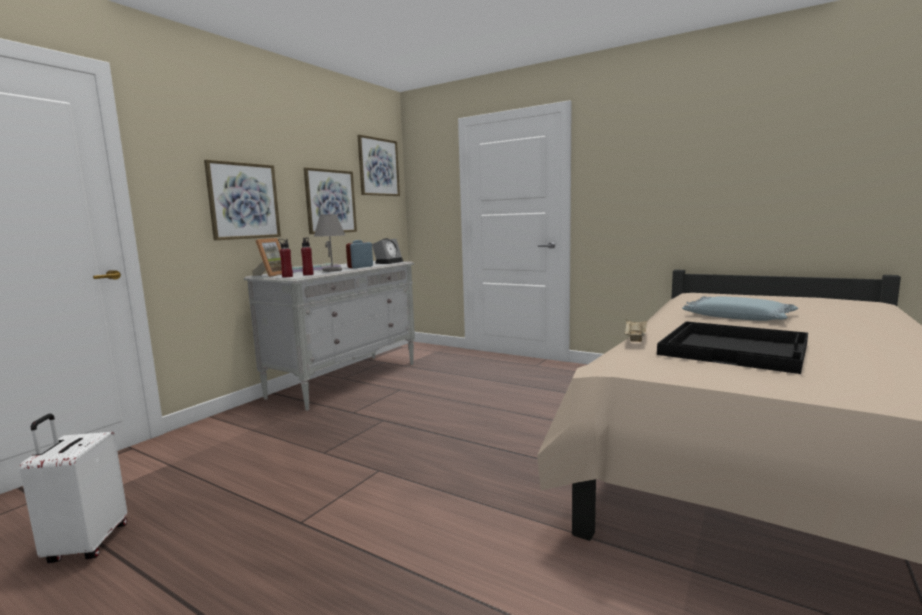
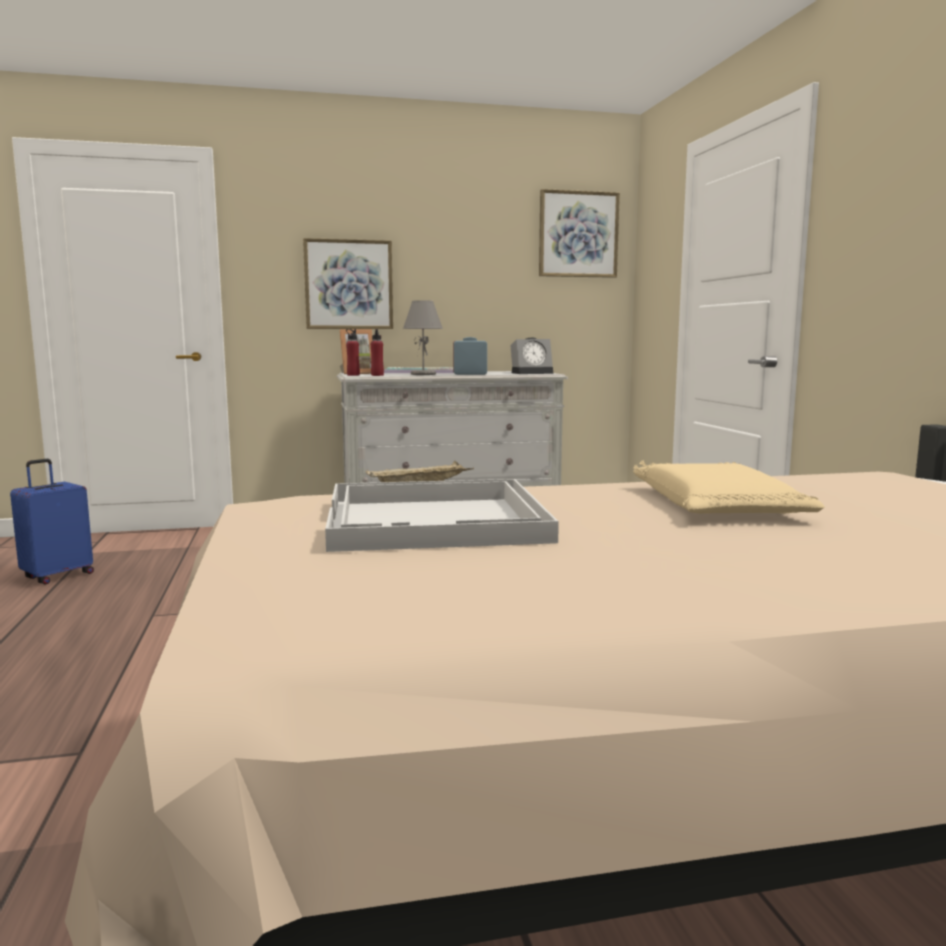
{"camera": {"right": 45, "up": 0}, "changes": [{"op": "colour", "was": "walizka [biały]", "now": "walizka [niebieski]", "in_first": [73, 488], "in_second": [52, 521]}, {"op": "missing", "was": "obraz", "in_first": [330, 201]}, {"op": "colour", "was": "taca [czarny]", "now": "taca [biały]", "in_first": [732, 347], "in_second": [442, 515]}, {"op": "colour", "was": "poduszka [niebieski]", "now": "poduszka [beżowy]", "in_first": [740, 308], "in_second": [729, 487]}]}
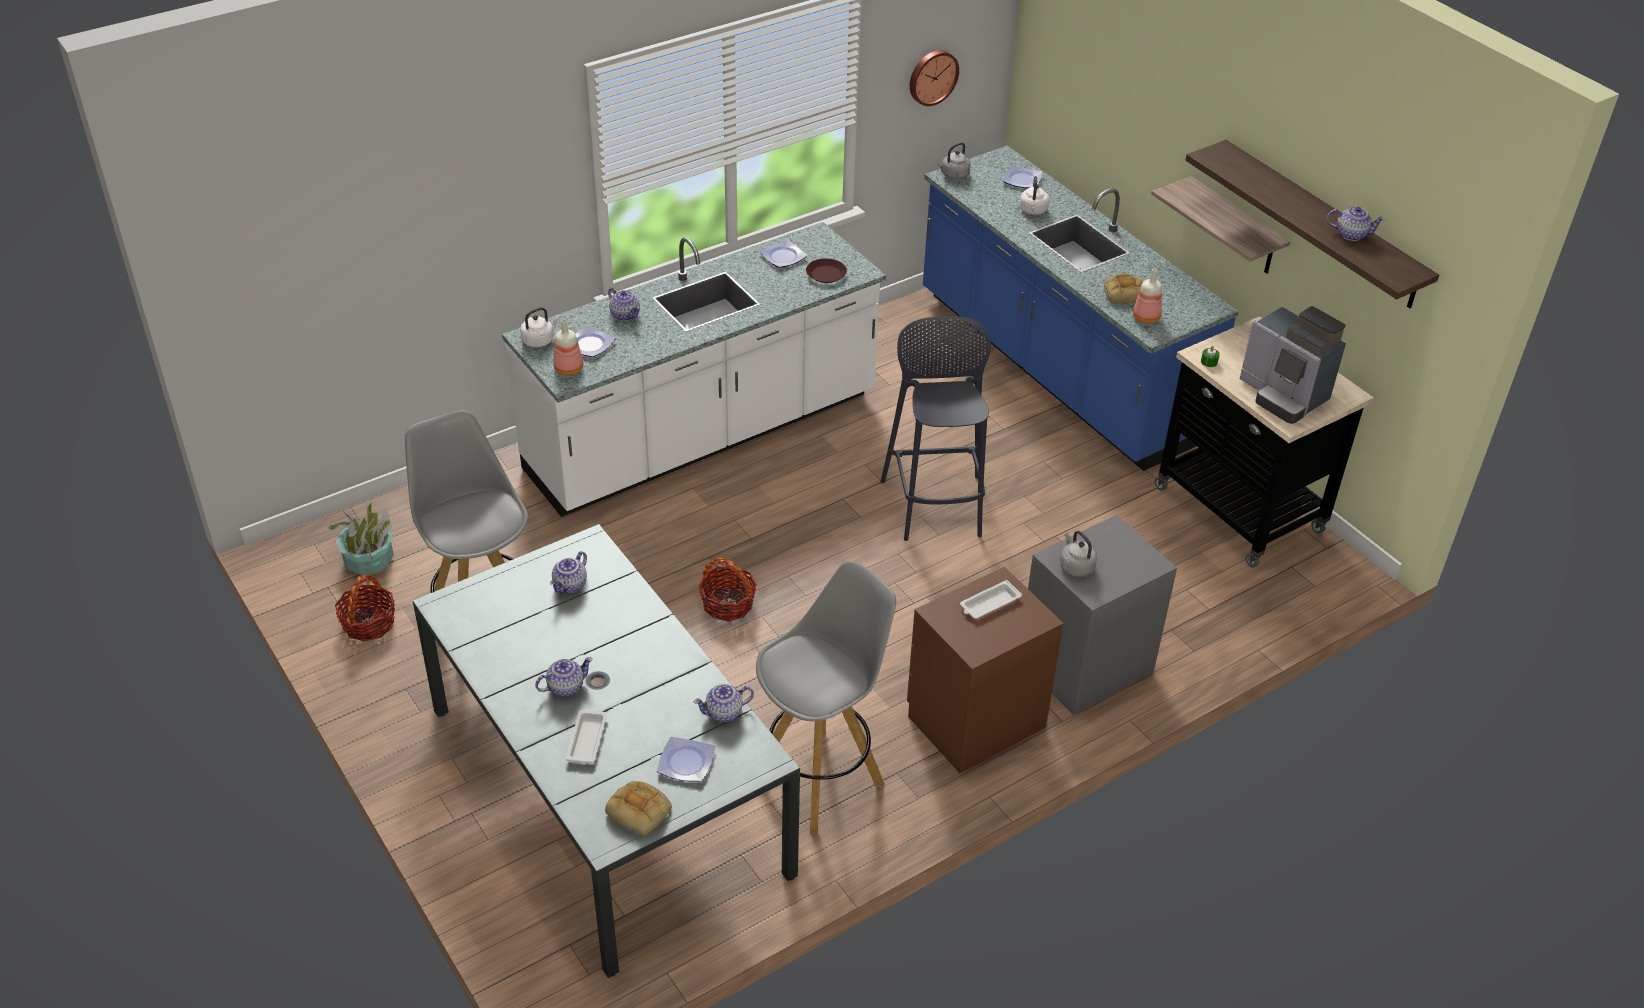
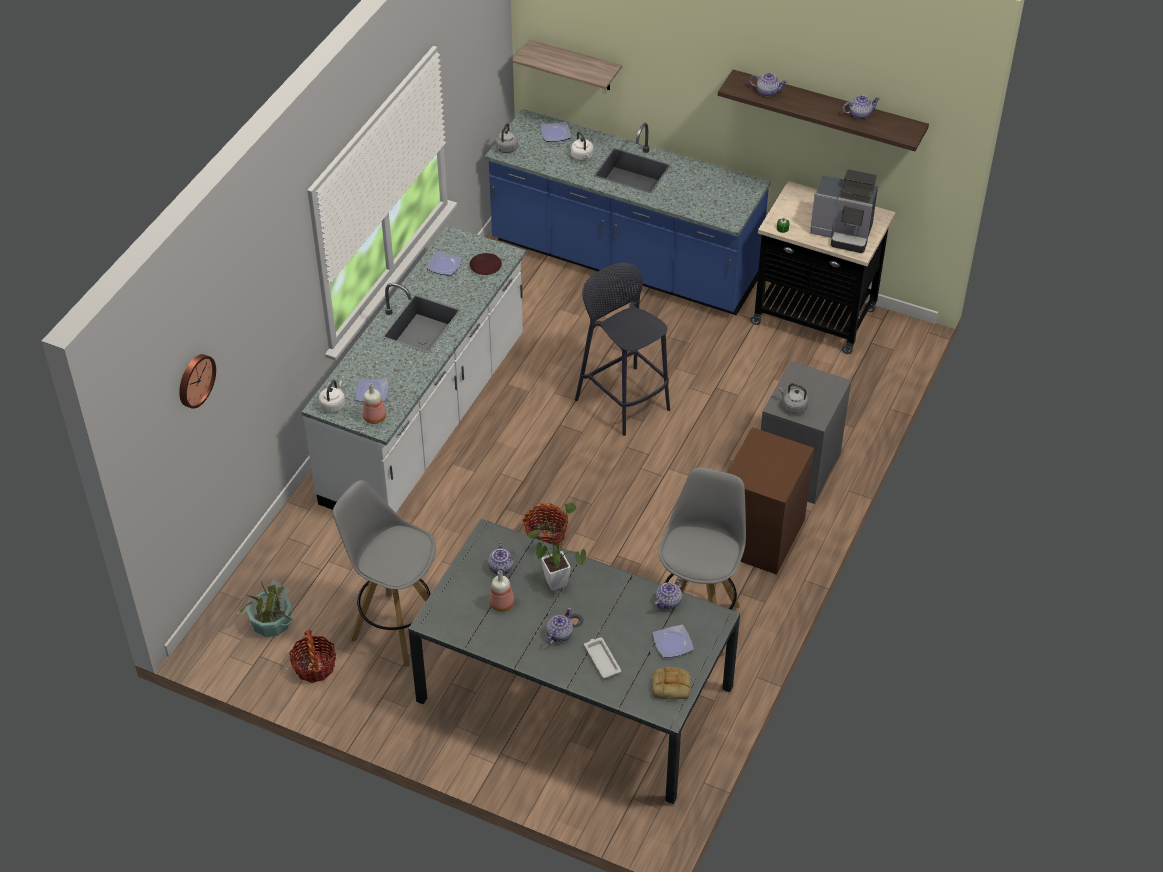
{"camera": {"right": -30, "up": 5}, "changes": [{"op": "relocated", "was": "imbryk", "in_first": [624, 304], "in_second": [769, 85]}, {"op": "relocated", "was": "zegar ścienny", "in_first": [934, 78], "in_second": [197, 381]}, {"op": "missing", "was": "taca [biały]", "in_first": [991, 599]}, {"op": "missing", "was": "chleb", "in_first": [1124, 289]}, {"op": "relocated", "was": "butelka", "in_first": [1147, 296], "in_second": [501, 591]}, {"op": "relocated", "was": "półka", "in_first": [1220, 225], "in_second": [567, 64]}, {"op": "appeared", "now": "roślina doniczkowa", "in_second": [557, 546]}]}
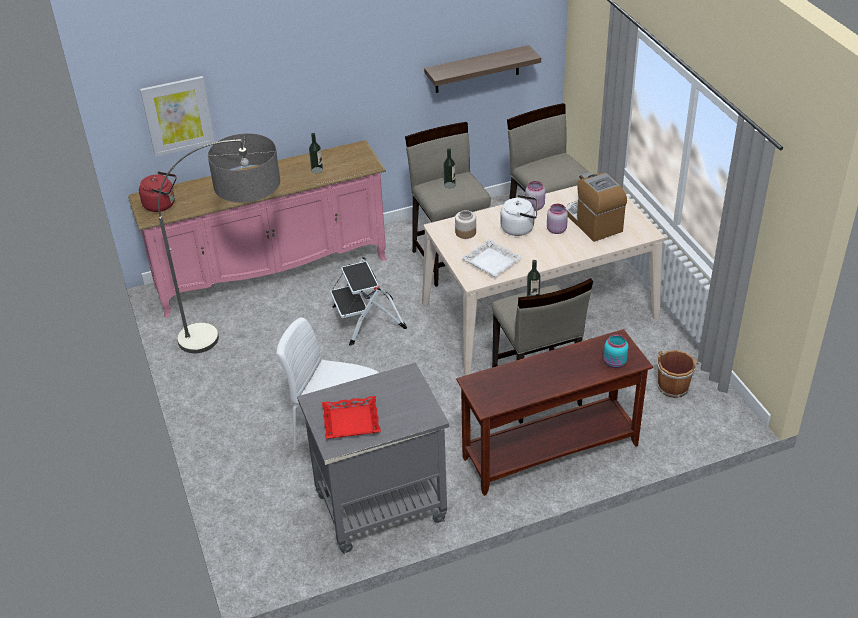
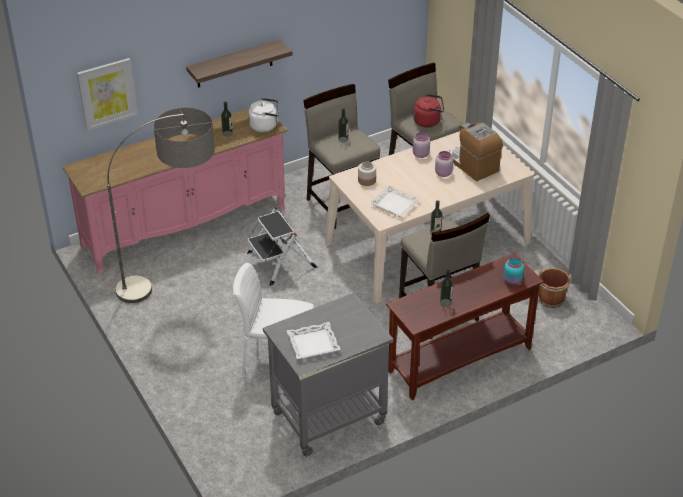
{"camera": {"right": -10, "up": 0}, "changes": [{"op": "relocated", "was": "czajnik [czerwony]", "in_first": [158, 191], "in_second": [428, 110]}, {"op": "colour", "was": "taca [czerwony]", "now": "taca [biały]", "in_first": [351, 417], "in_second": [314, 340]}, {"op": "relocated", "was": "półka", "in_first": [482, 69], "in_second": [239, 63]}, {"op": "relocated", "was": "czajnik [biały]", "in_first": [518, 215], "in_second": [263, 115]}, {"op": "appeared", "now": "butelka", "in_second": [446, 288]}]}
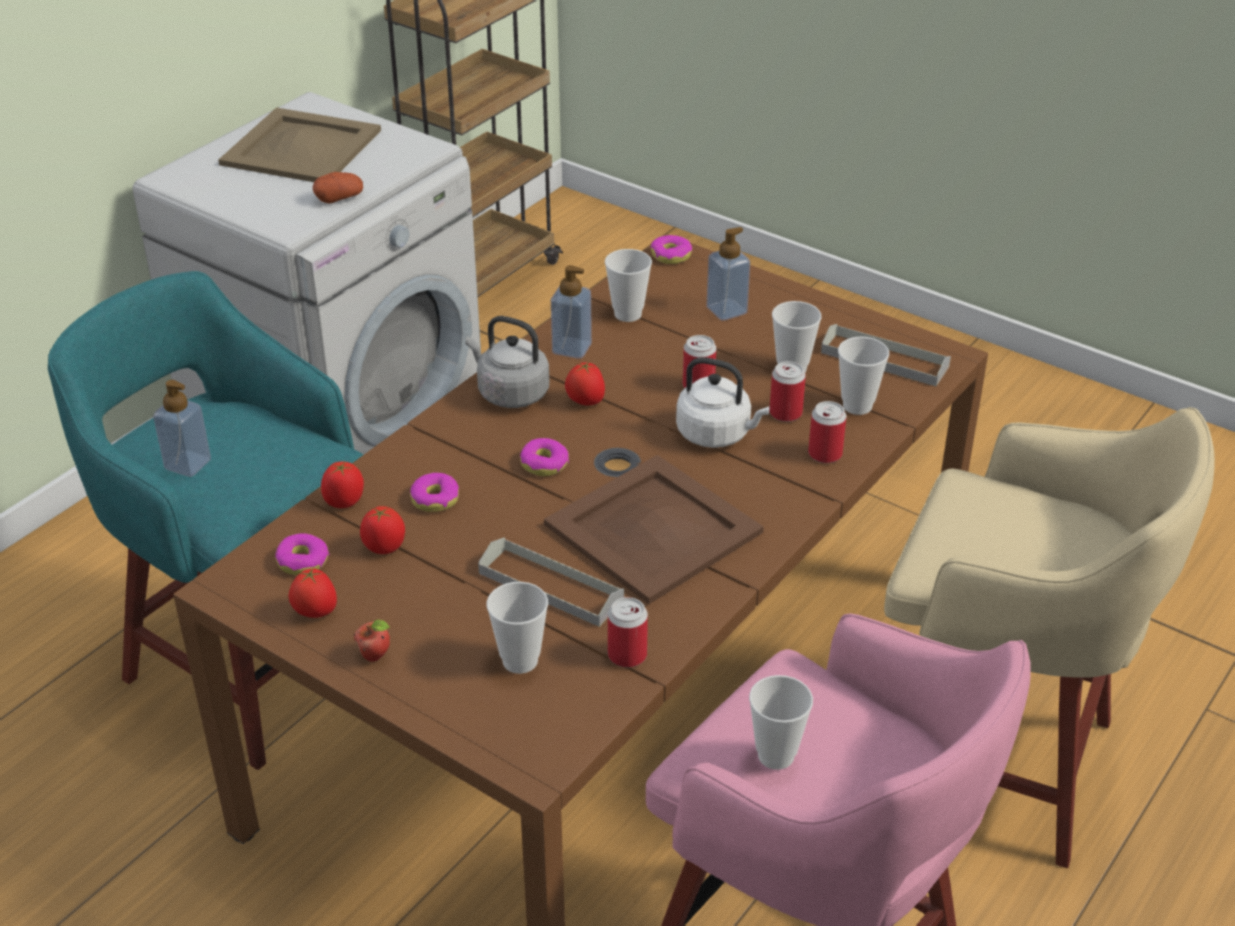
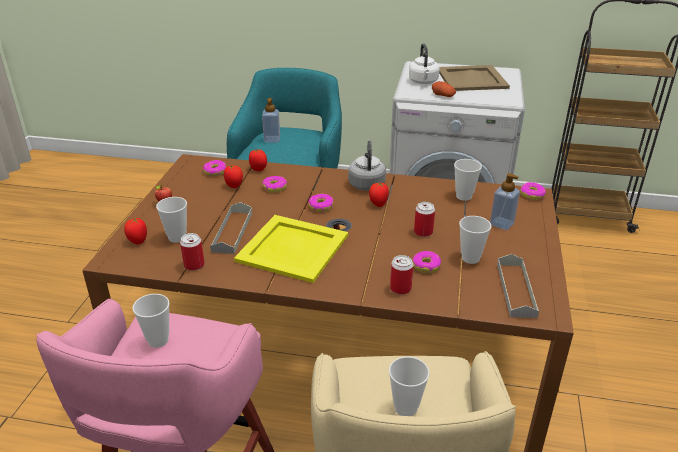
{"camera": {"right": 65, "up": -5}, "changes": [{"op": "relocated", "was": "pomidor", "in_first": [313, 593], "in_second": [135, 231]}, {"op": "colour", "was": "taca [brązowy]", "now": "taca [żółty]", "in_first": [654, 529], "in_second": [291, 249]}, {"op": "missing", "was": "dozownik mydła", "in_first": [571, 312]}, {"op": "relocated", "was": "czajnik [biały]", "in_first": [723, 402], "in_second": [424, 63]}, {"op": "exchanged", "was": "puszka", "now": "donut", "in_first": [787, 391], "in_second": [426, 262]}, {"op": "relocated", "was": "filiżanka", "in_first": [863, 376], "in_second": [409, 386]}]}
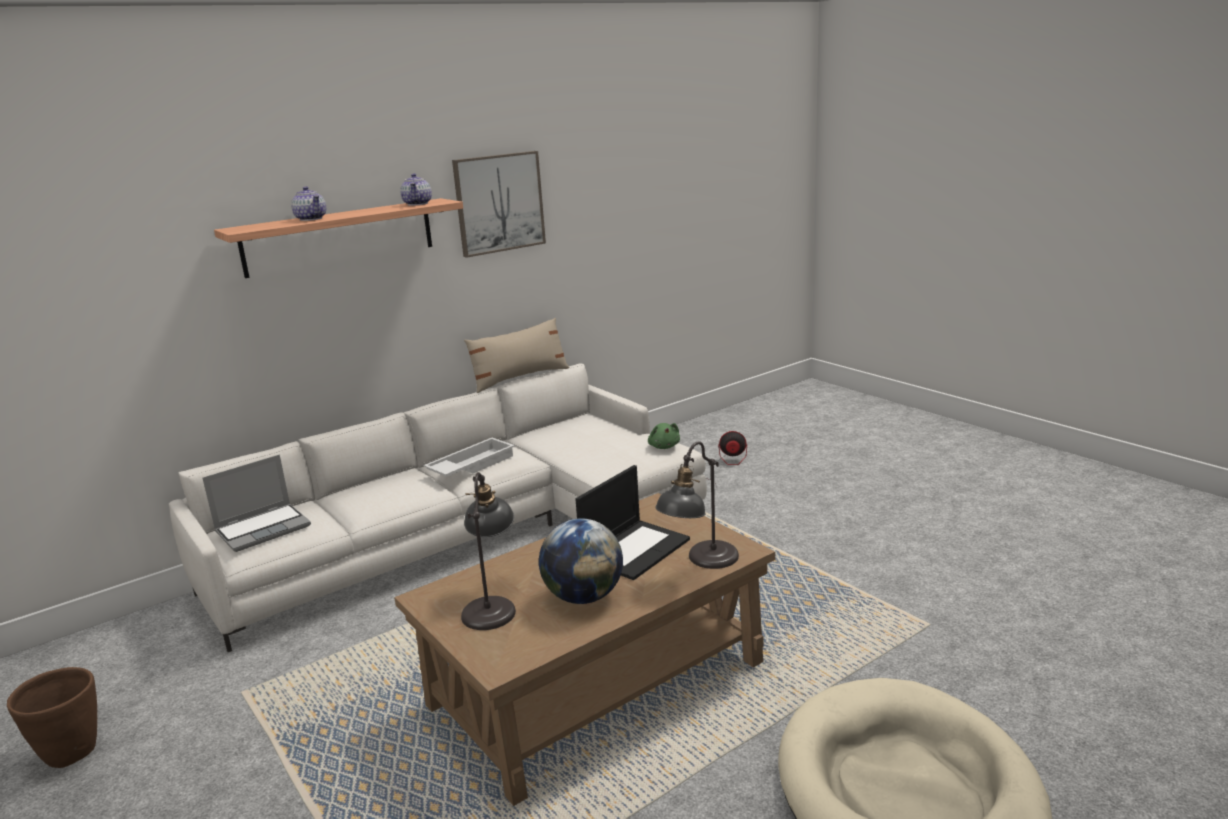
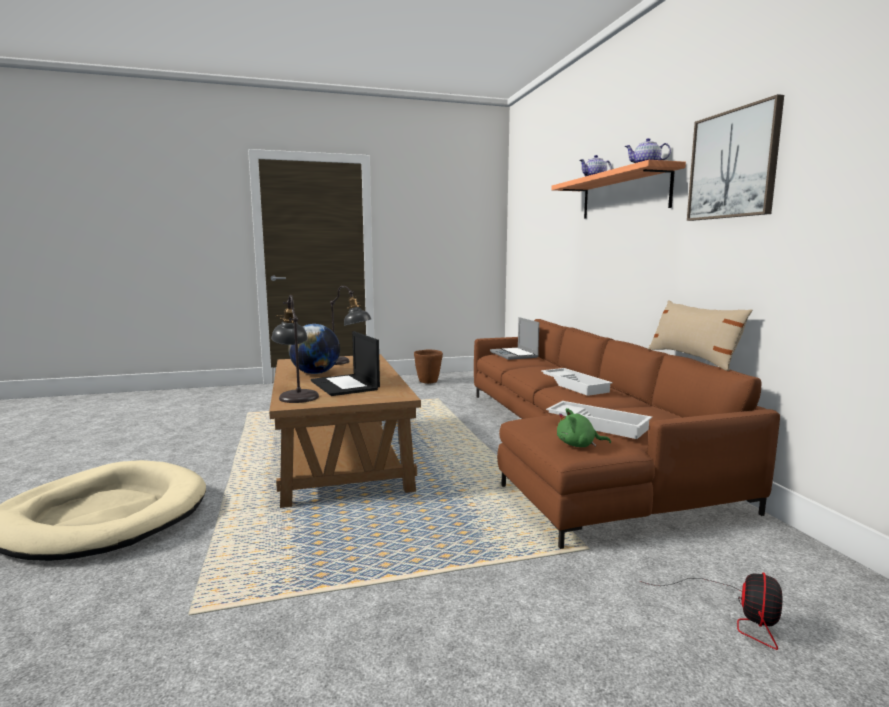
{"camera": {"right": 110, "up": -10}, "changes": [{"op": "colour", "was": "kanapa [biały]", "now": "kanapa [brązowy]", "in_first": [438, 507], "in_second": [627, 434]}, {"op": "appeared", "now": "taca [biały]", "in_second": [599, 420]}]}
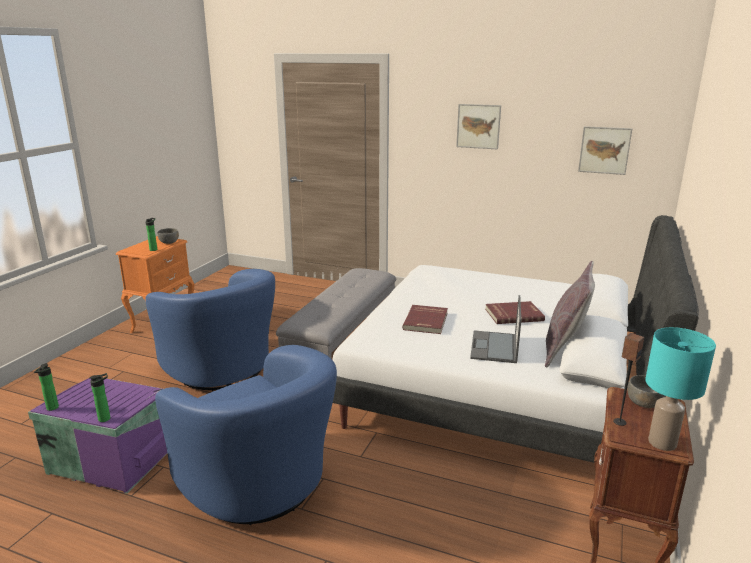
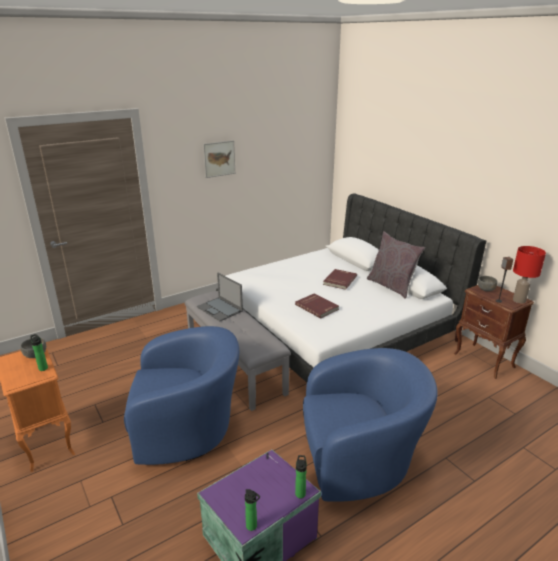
{"camera": {"right": -55, "up": 5}, "changes": [{"op": "relocated", "was": "laptop", "in_first": [495, 329], "in_second": [220, 297]}, {"op": "missing", "was": "obraz", "in_first": [605, 150]}, {"op": "colour", "was": "lampa stołowa [turkusowy]", "now": "lampa stołowa [czerwony]", "in_first": [680, 389], "in_second": [529, 274]}]}
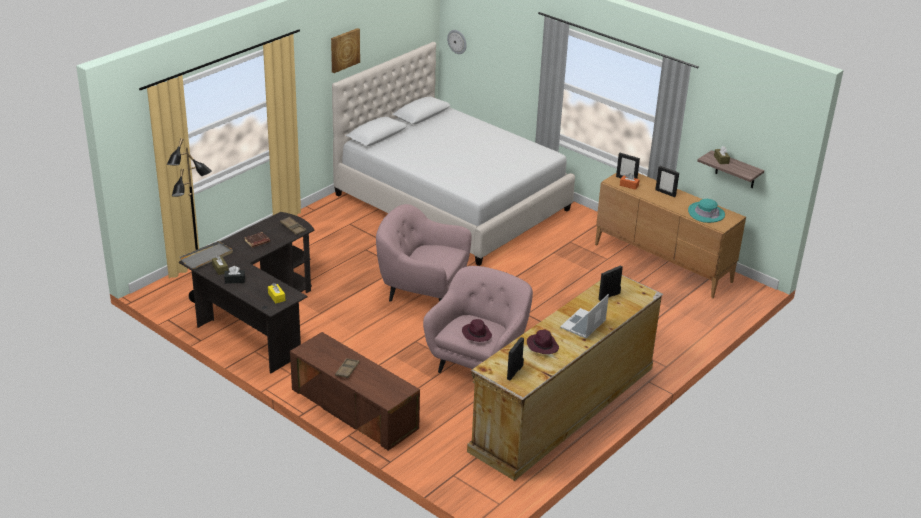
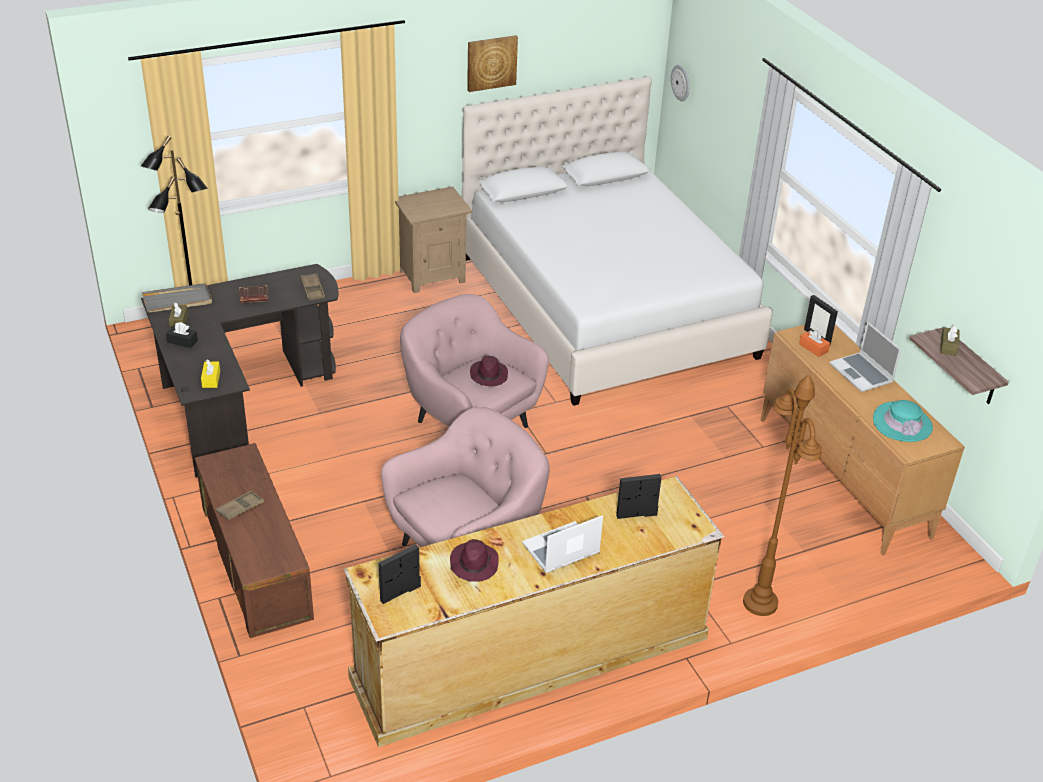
{"camera": {"right": 25, "up": 5}, "changes": [{"op": "relocated", "was": "kapelusz [fioletowy]", "in_first": [477, 330], "in_second": [489, 371]}, {"op": "exchanged", "was": "ramka na zdjęcie", "now": "laptop", "in_first": [667, 181], "in_second": [865, 356]}, {"op": "appeared", "now": "szafka nocna [beżowy]", "in_second": [433, 240]}, {"op": "appeared", "now": "lampa stojąca [brązowy]", "in_second": [782, 495]}]}
